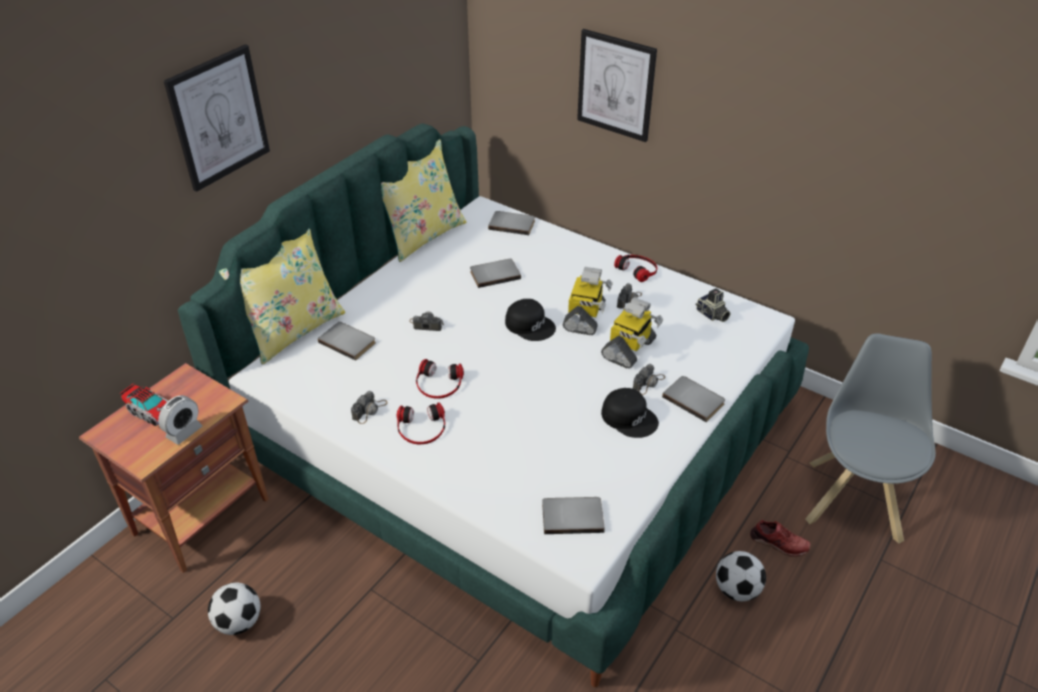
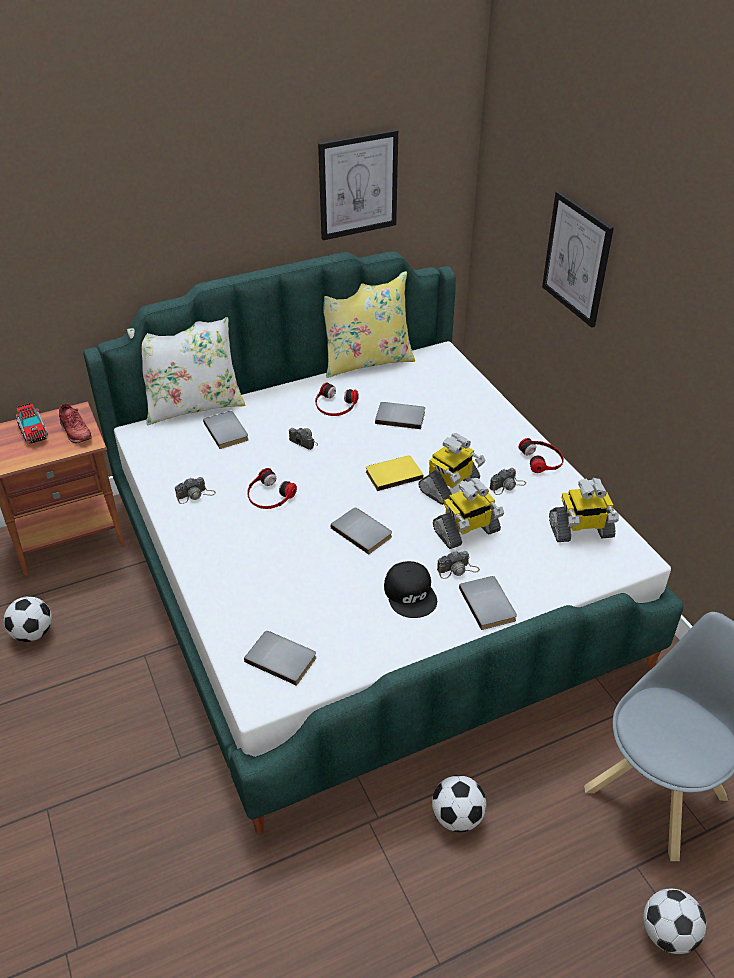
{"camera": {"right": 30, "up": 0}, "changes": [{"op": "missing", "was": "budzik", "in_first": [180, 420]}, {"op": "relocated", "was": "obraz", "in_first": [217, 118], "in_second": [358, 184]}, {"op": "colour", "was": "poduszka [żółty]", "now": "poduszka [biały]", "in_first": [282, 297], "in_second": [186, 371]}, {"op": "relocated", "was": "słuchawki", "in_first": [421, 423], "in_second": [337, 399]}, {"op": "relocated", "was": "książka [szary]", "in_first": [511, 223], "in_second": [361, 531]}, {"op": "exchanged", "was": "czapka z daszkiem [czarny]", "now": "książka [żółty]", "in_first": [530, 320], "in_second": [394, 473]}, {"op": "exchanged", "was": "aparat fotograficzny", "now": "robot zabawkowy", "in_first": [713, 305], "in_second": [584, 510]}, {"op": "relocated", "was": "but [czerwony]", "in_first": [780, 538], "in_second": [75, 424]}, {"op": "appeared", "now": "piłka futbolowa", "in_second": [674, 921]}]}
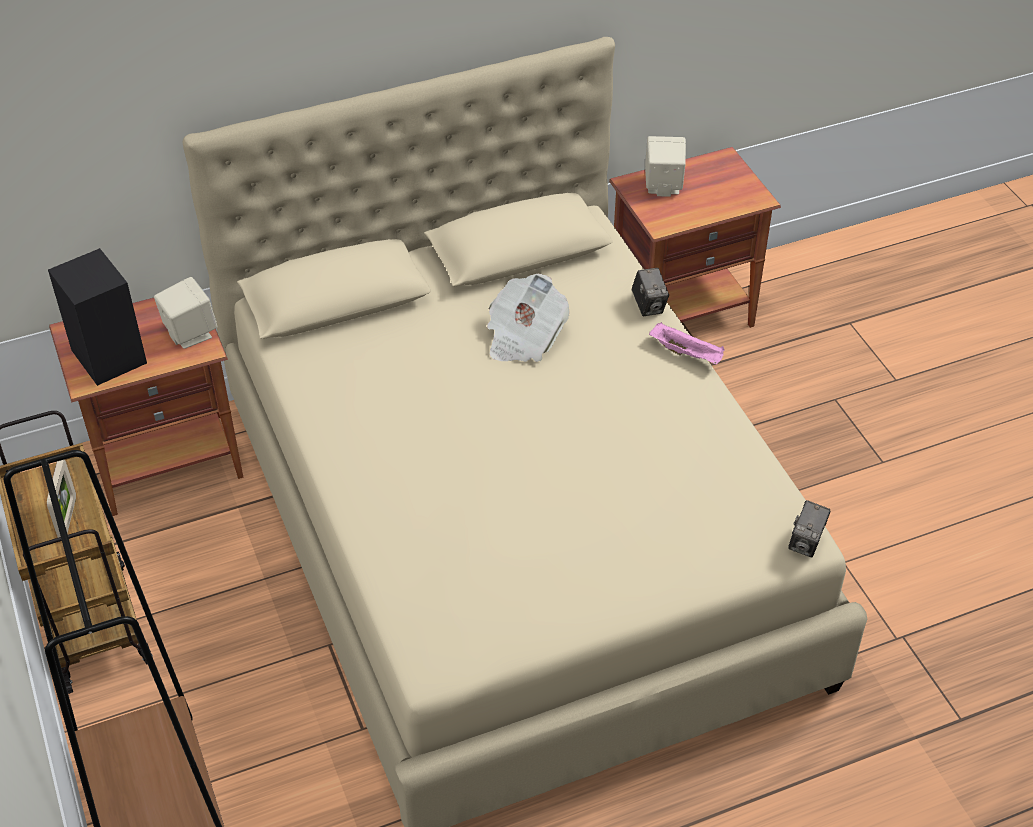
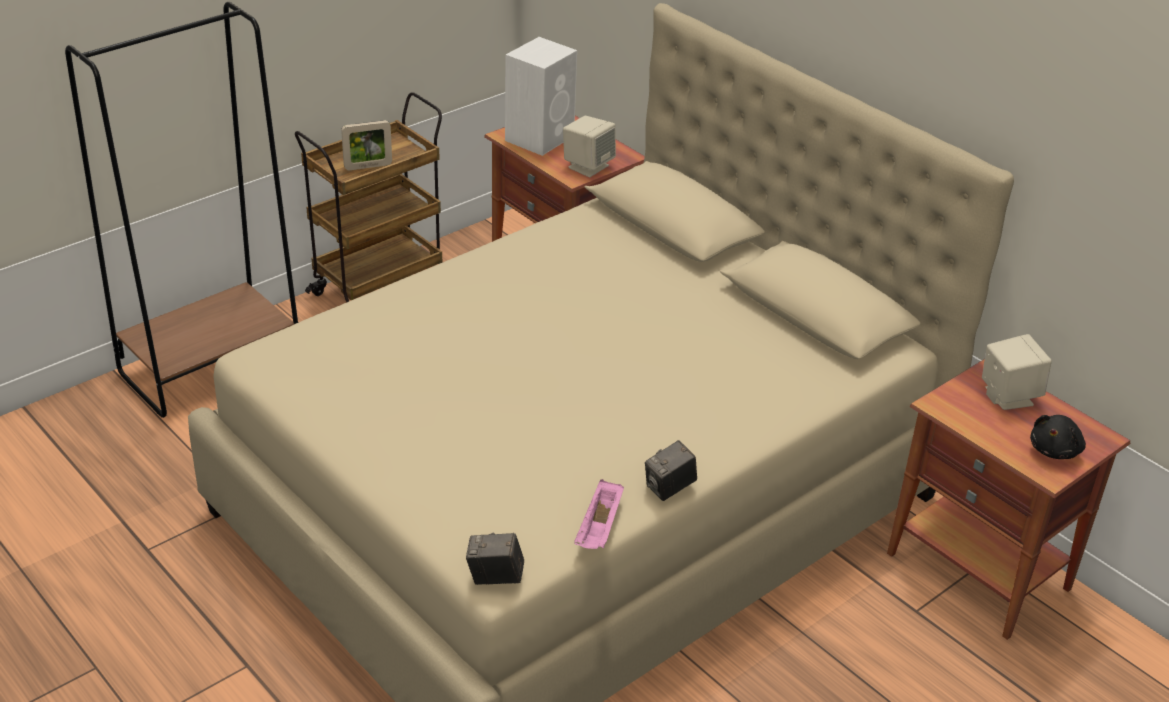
{"camera": {"right": 70, "up": -10}, "changes": [{"op": "colour", "was": "głośnik [czarny]", "now": "głośnik [biały]", "in_first": [97, 317], "in_second": [541, 96]}, {"op": "missing", "was": "gazeta", "in_first": [528, 318]}, {"op": "relocated", "was": "aparat fotograficzny", "in_first": [650, 292], "in_second": [671, 470]}, {"op": "relocated", "was": "taca [różowy]", "in_first": [687, 343], "in_second": [599, 514]}, {"op": "appeared", "now": "pluszak [czarny]", "in_second": [1058, 437]}]}
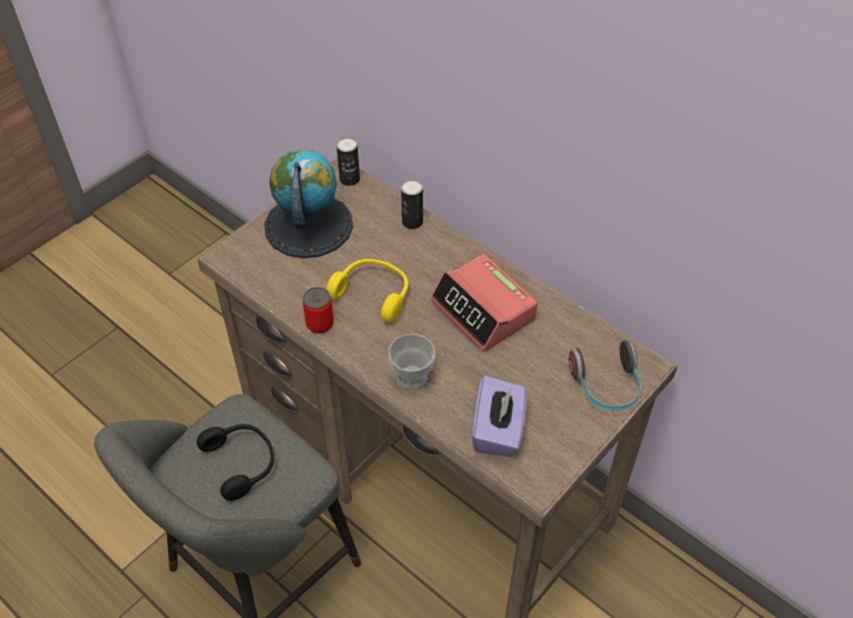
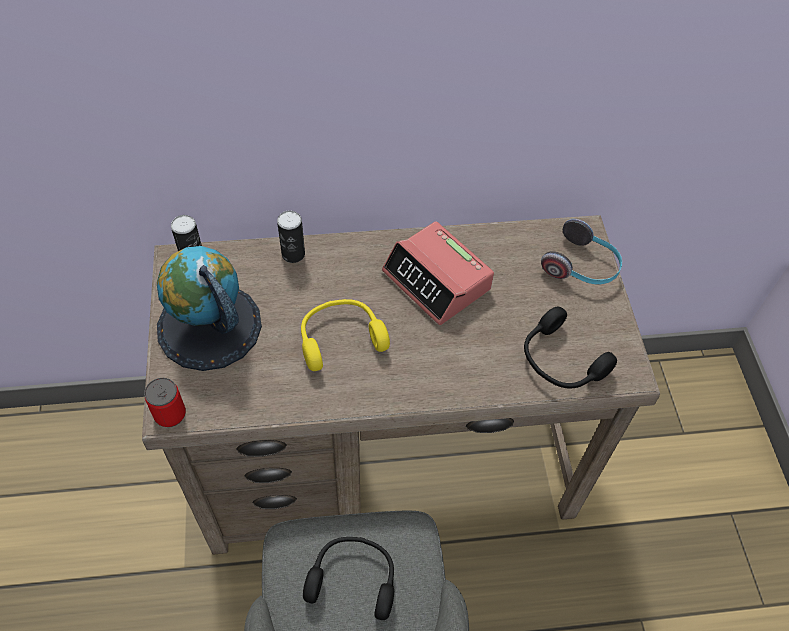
{"camera": {"right": -50, "up": 5}, "changes": [{"op": "relocated", "was": "puszka", "in_first": [318, 310], "in_second": [165, 402]}, {"op": "missing", "was": "filiżanka", "in_first": [412, 362]}, {"op": "spun", "was": "budzik", "in_first": [484, 303], "in_second": [438, 273], "clockwise": 45}, {"op": "exchanged", "was": "pudełko chusteczek [fioletowy]", "now": "słuchawki [czarny]", "in_first": [499, 416], "in_second": [570, 347]}]}
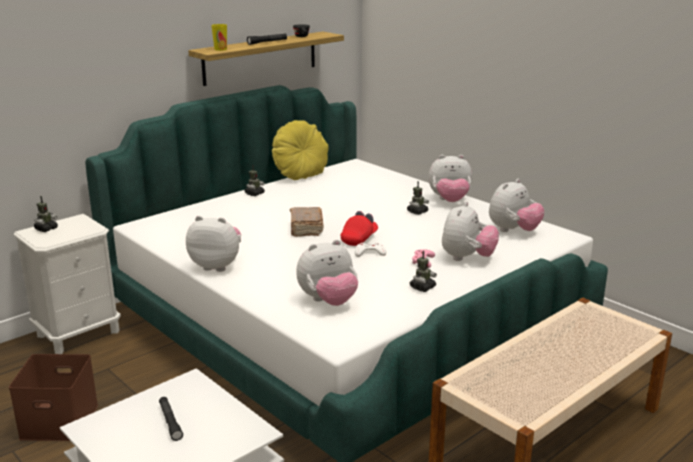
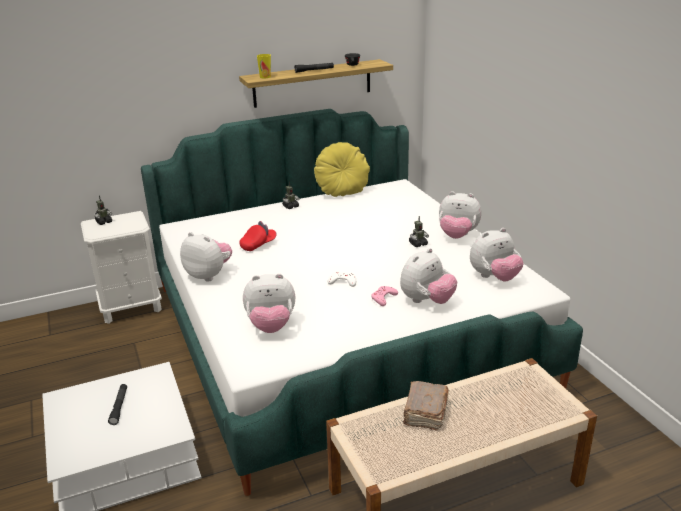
{"camera": {"right": 20, "up": 5}, "changes": [{"op": "missing", "was": "pojemnik do przechowywania [brązowy]", "in_first": [53, 397]}, {"op": "relocated", "was": "książka [brązowy]", "in_first": [307, 222], "in_second": [426, 406]}, {"op": "relocated", "was": "czapka z daszkiem [czerwony]", "in_first": [359, 228], "in_second": [258, 236]}, {"op": "missing", "was": "robot zabawkowy", "in_first": [423, 271]}]}
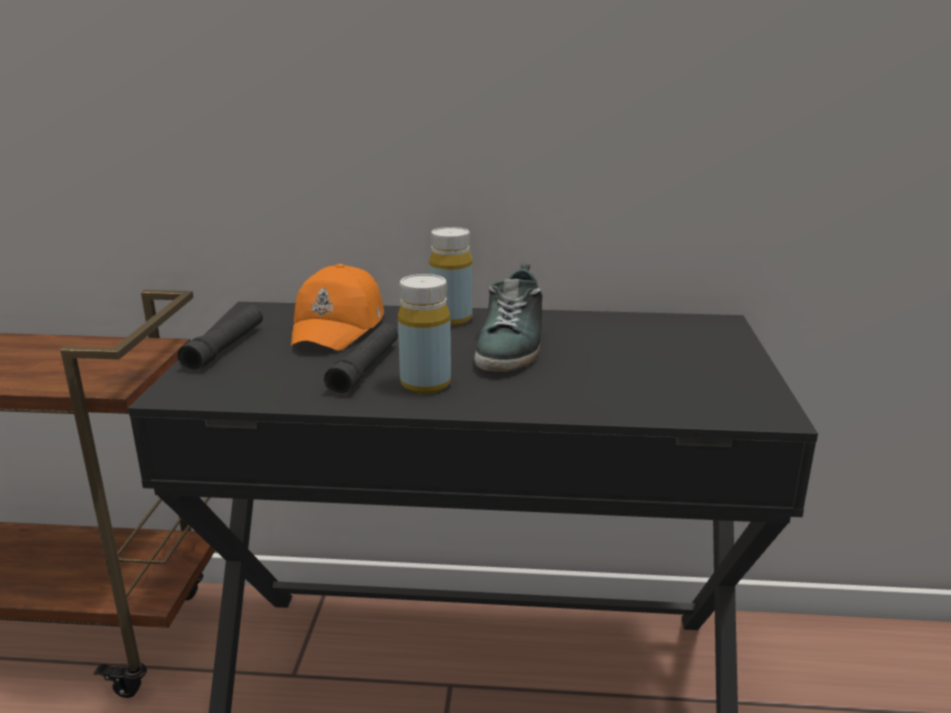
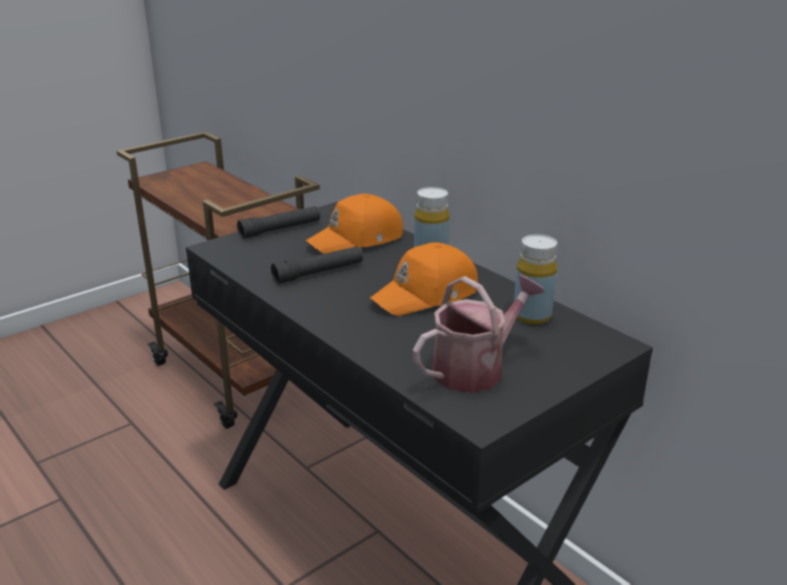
{"camera": {"right": 45, "up": 5}, "changes": [{"op": "relocated", "was": "butelka [żółty]", "in_first": [424, 334], "in_second": [535, 279]}, {"op": "exchanged", "was": "but", "now": "czapka z daszkiem [pomarańczowy]", "in_first": [508, 318], "in_second": [424, 279]}, {"op": "appeared", "now": "konewka", "in_second": [479, 334]}]}
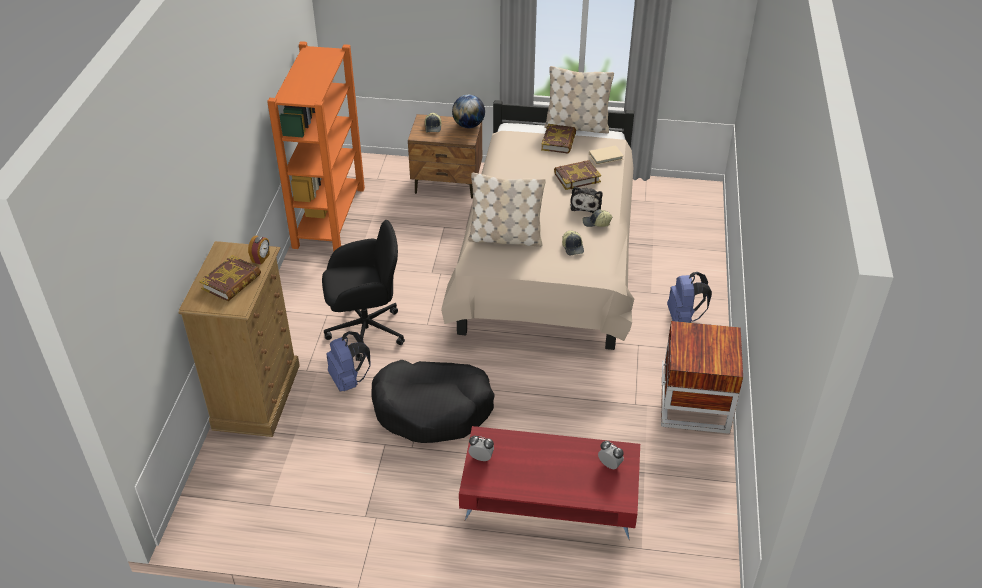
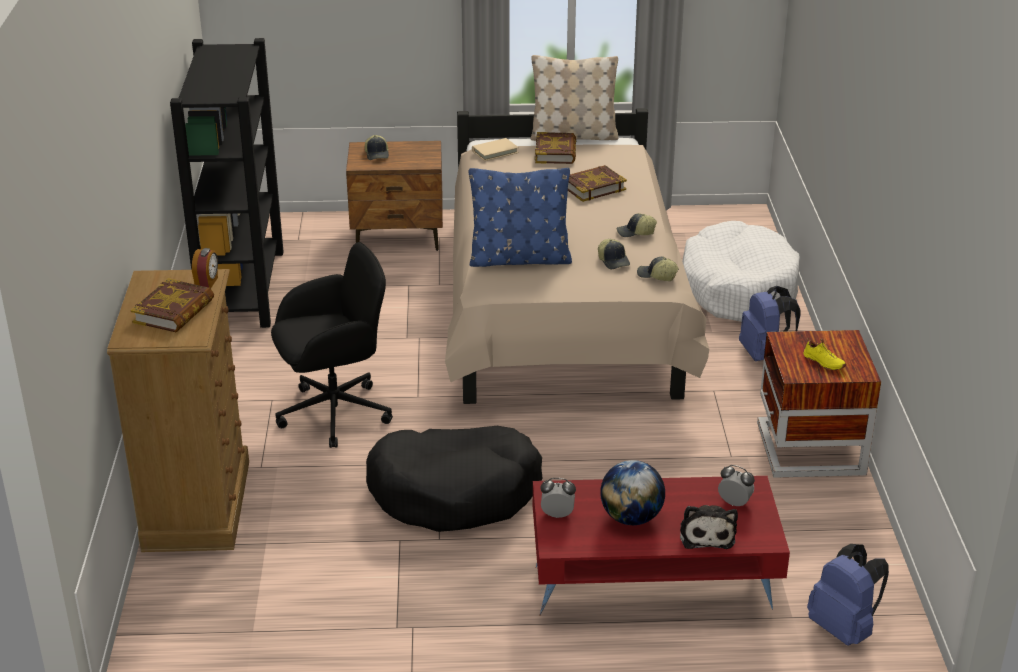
{"camera": {"right": -10, "up": -10}, "changes": [{"op": "colour", "was": "regał [pomarańczowy]", "now": "regał [czarny]", "in_first": [316, 146], "in_second": [227, 183]}, {"op": "relocated", "was": "plecak [niebieski]", "in_first": [348, 361], "in_second": [848, 595]}, {"op": "relocated", "was": "globus", "in_first": [468, 111], "in_second": [632, 492]}, {"op": "colour", "was": "poduszka [beżowy]", "now": "poduszka [niebieski]", "in_first": [507, 210], "in_second": [520, 217]}, {"op": "relocated", "was": "pluszak", "in_first": [586, 200], "in_second": [709, 527]}, {"op": "relocated", "was": "książka [beżowy]", "in_first": [606, 155], "in_second": [495, 149]}, {"op": "appeared", "now": "czapka z daszkiem", "in_second": [658, 269]}, {"op": "appeared", "now": "legowisko [biały]", "in_second": [741, 271]}, {"op": "appeared", "now": "but [żółty]", "in_second": [824, 354]}]}
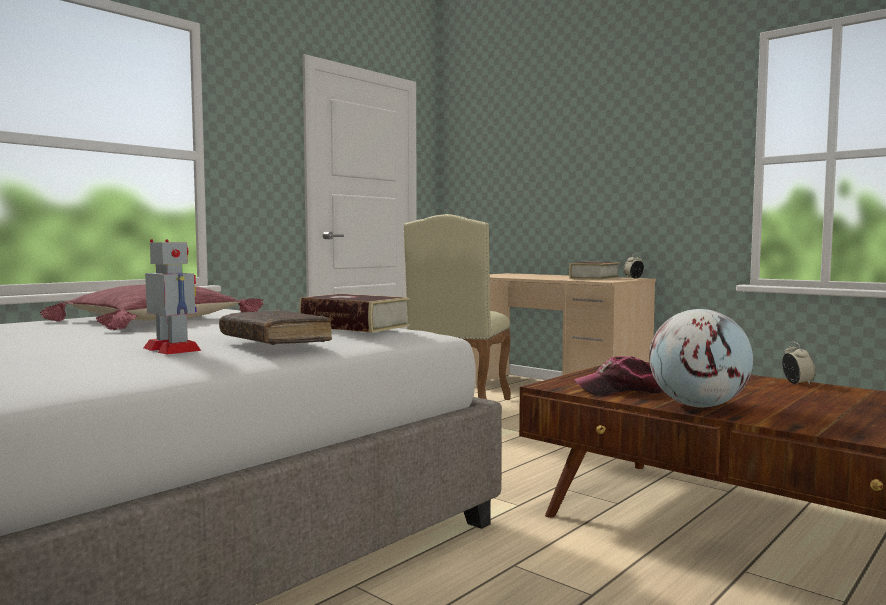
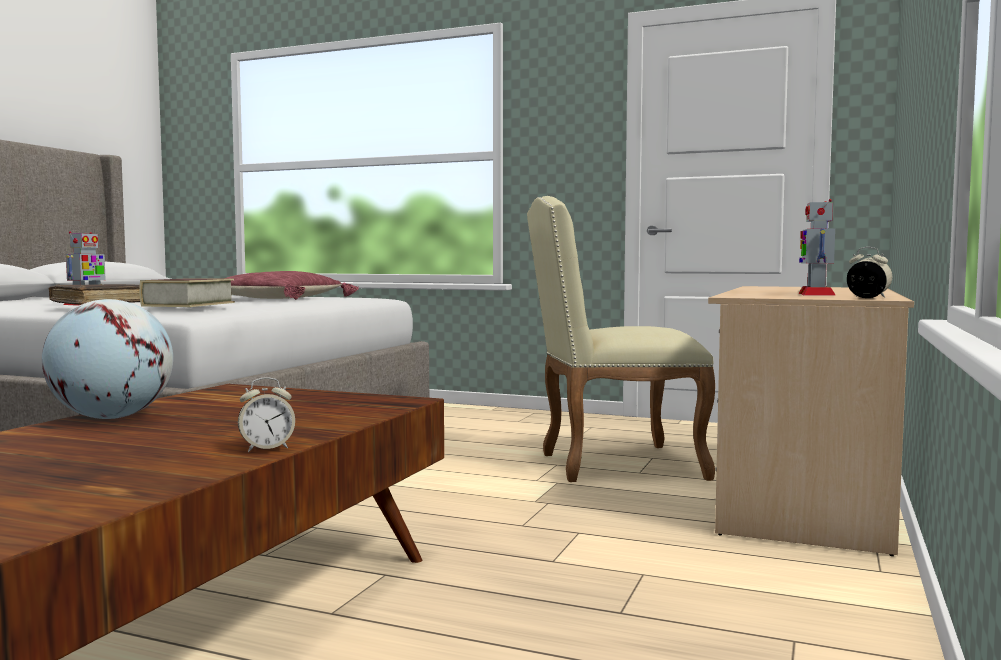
{"camera": {"right": 70, "up": 0}, "changes": [{"op": "exchanged", "was": "książka", "now": "robot zabawkowy", "in_first": [594, 271], "in_second": [817, 247]}, {"op": "missing", "was": "czapka z daszkiem", "in_first": [619, 375]}]}
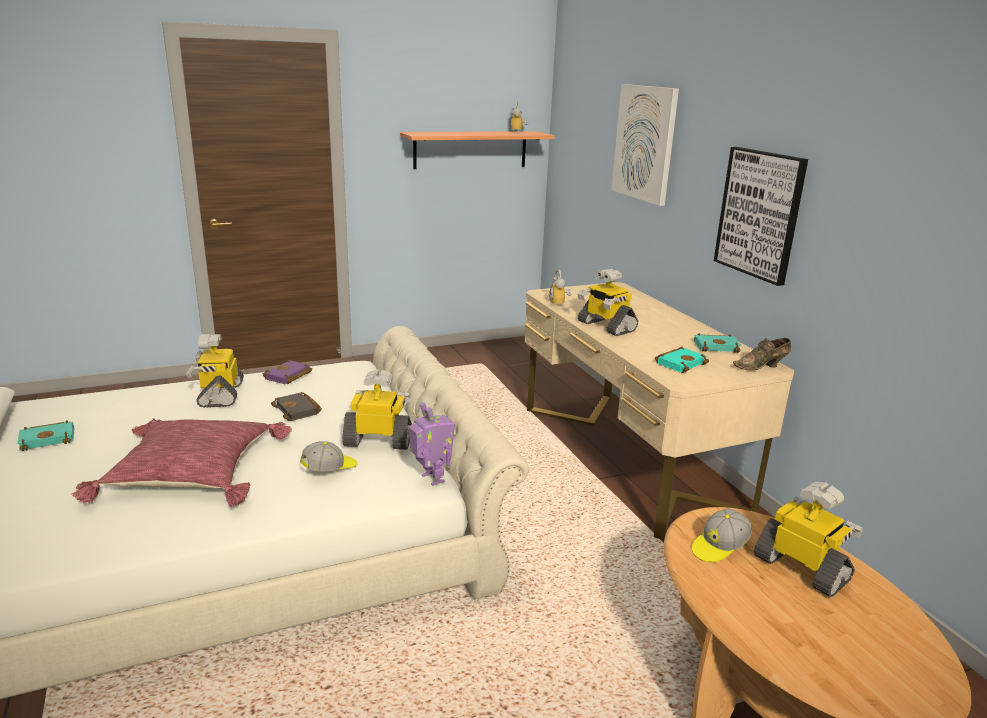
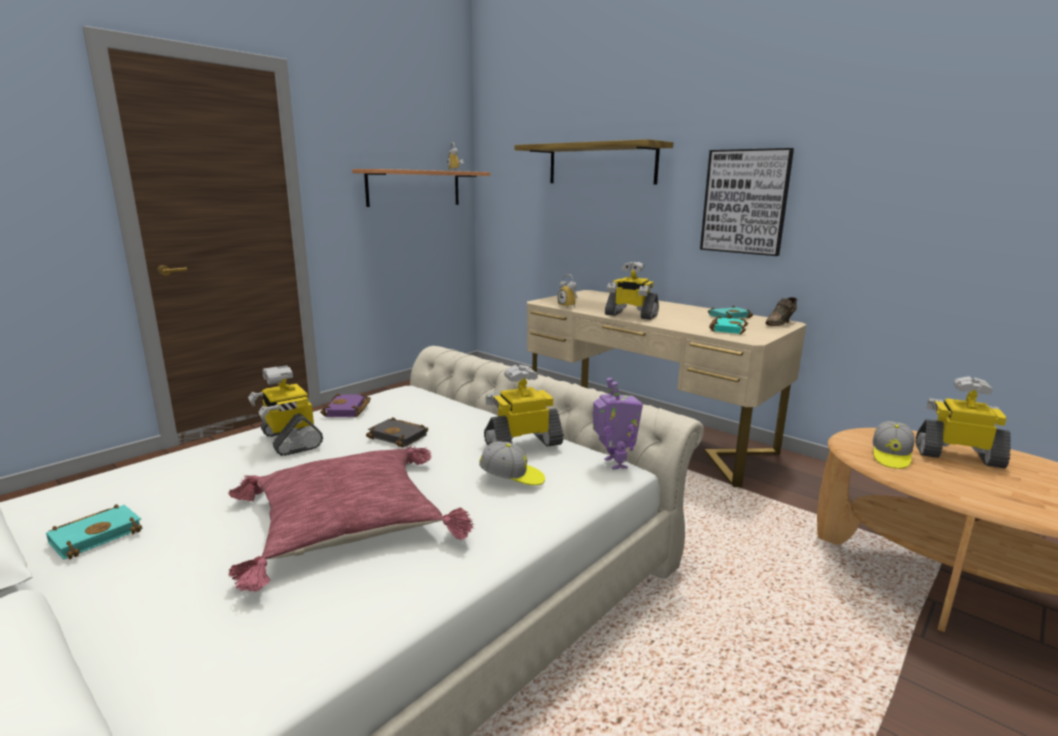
{"camera": {"right": -25, "up": -5}, "changes": [{"op": "spun", "was": "czapka z daszkiem", "in_first": [329, 456], "in_second": [512, 463], "clockwise": 75}, {"op": "spun", "was": "robot zabawkowy", "in_first": [432, 444], "in_second": [618, 424], "clockwise": 45}, {"op": "exchanged", "was": "obraz", "now": "półka", "in_first": [645, 145], "in_second": [593, 161]}]}
